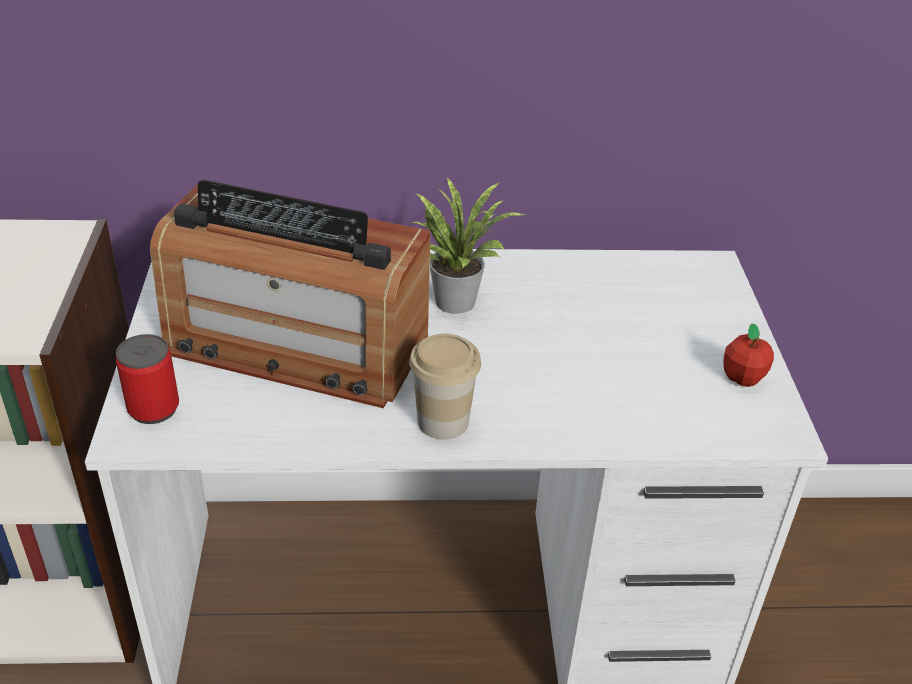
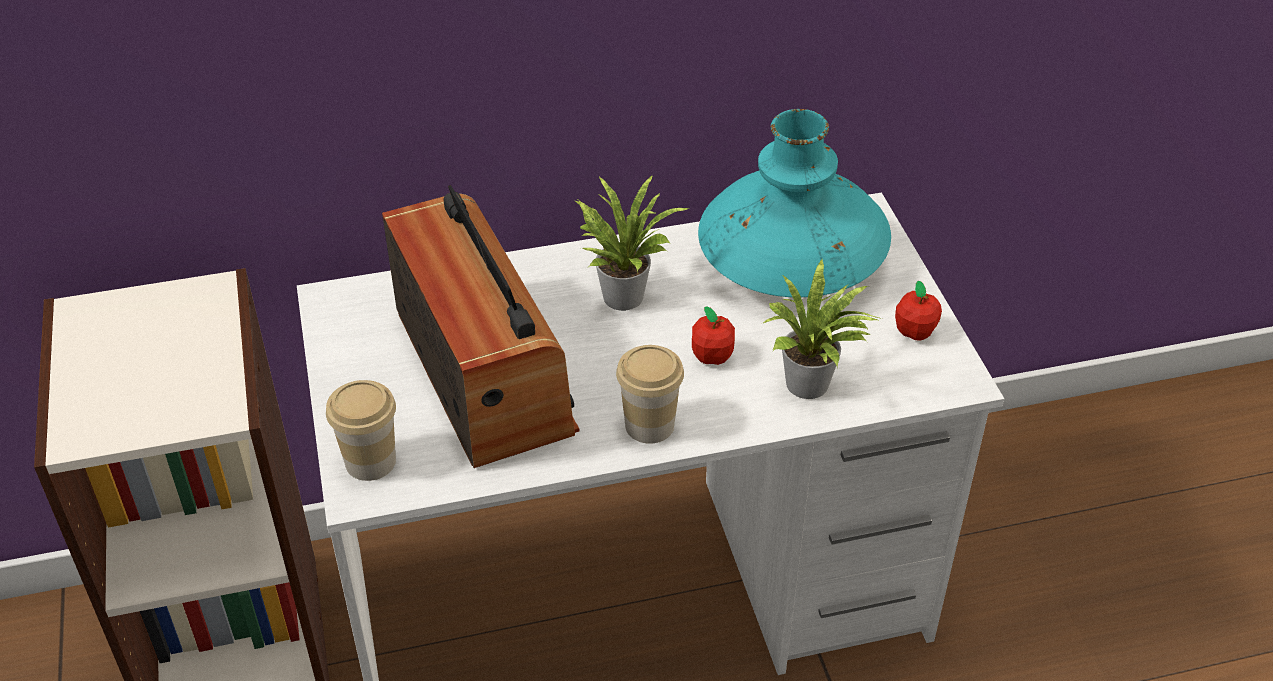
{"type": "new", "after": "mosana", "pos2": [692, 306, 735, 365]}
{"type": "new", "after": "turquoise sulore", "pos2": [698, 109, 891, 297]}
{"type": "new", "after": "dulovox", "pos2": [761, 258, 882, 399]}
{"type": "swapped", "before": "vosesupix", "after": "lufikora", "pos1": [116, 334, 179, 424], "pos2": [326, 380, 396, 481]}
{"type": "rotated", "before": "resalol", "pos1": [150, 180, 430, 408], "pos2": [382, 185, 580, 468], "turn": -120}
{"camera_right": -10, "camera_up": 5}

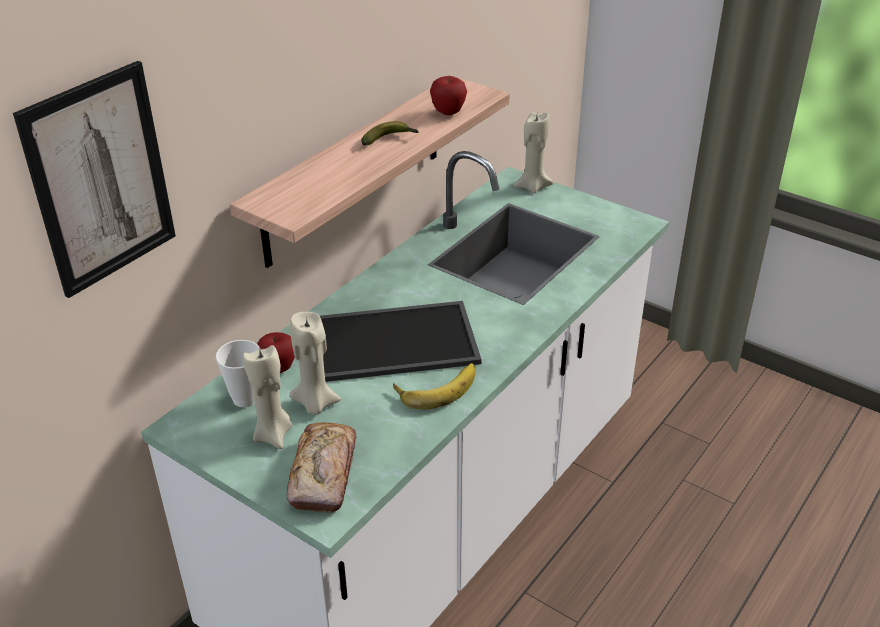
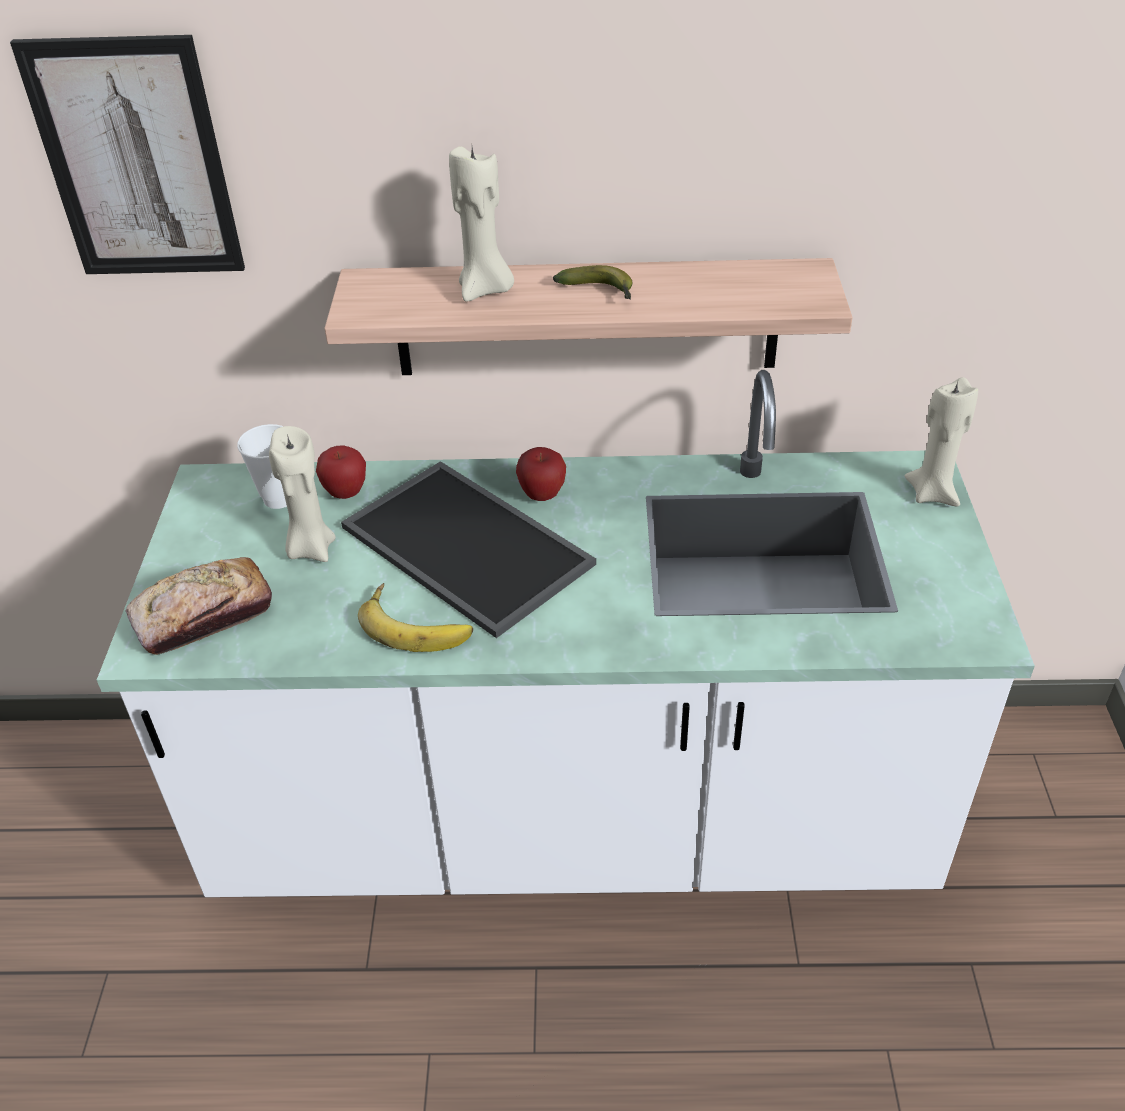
{"type": "shifted", "before": "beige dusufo", "pos1": [243, 345, 292, 449], "pos2": [449, 146, 514, 302]}
{"type": "shifted", "before": "mosana", "pos1": [430, 76, 467, 115], "pos2": [516, 447, 566, 501]}
{"camera_right": 55, "camera_up": 5}

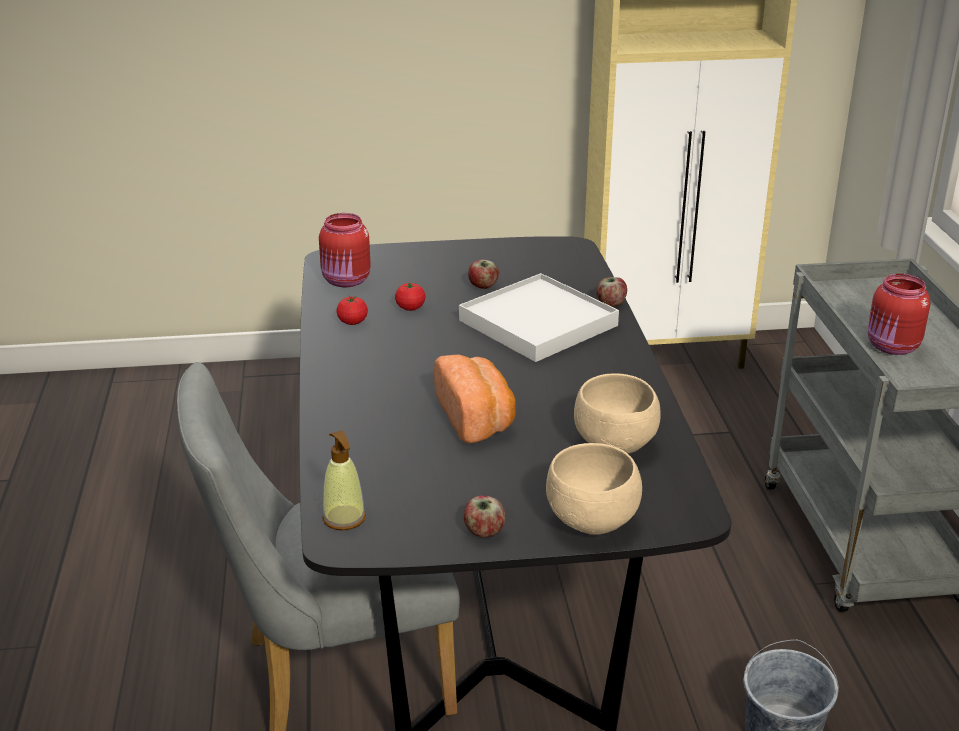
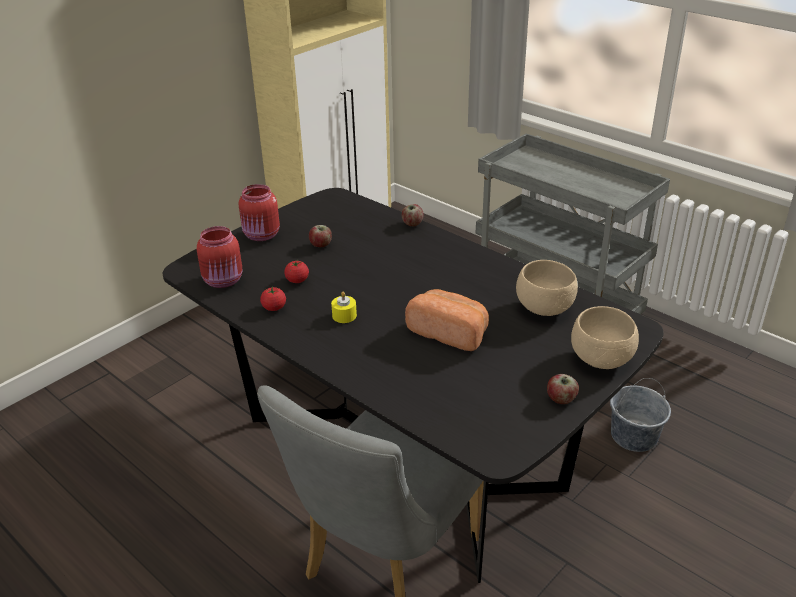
{"type": "gone", "before": "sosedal", "pos1": [323, 431, 366, 530]}
{"type": "gone", "before": "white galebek", "pos1": [459, 273, 619, 362]}
{"type": "new", "after": "yellow dusufo", "pos2": [331, 292, 357, 323]}
{"type": "shifted", "before": "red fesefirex", "pos1": [867, 274, 930, 355], "pos2": [238, 184, 280, 241]}
{"camera_right": -40, "camera_up": 5}

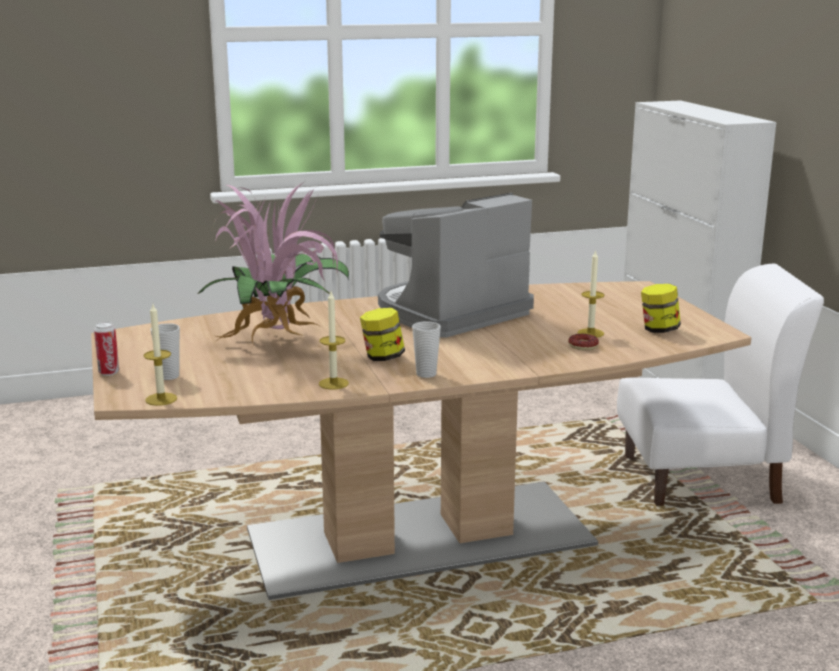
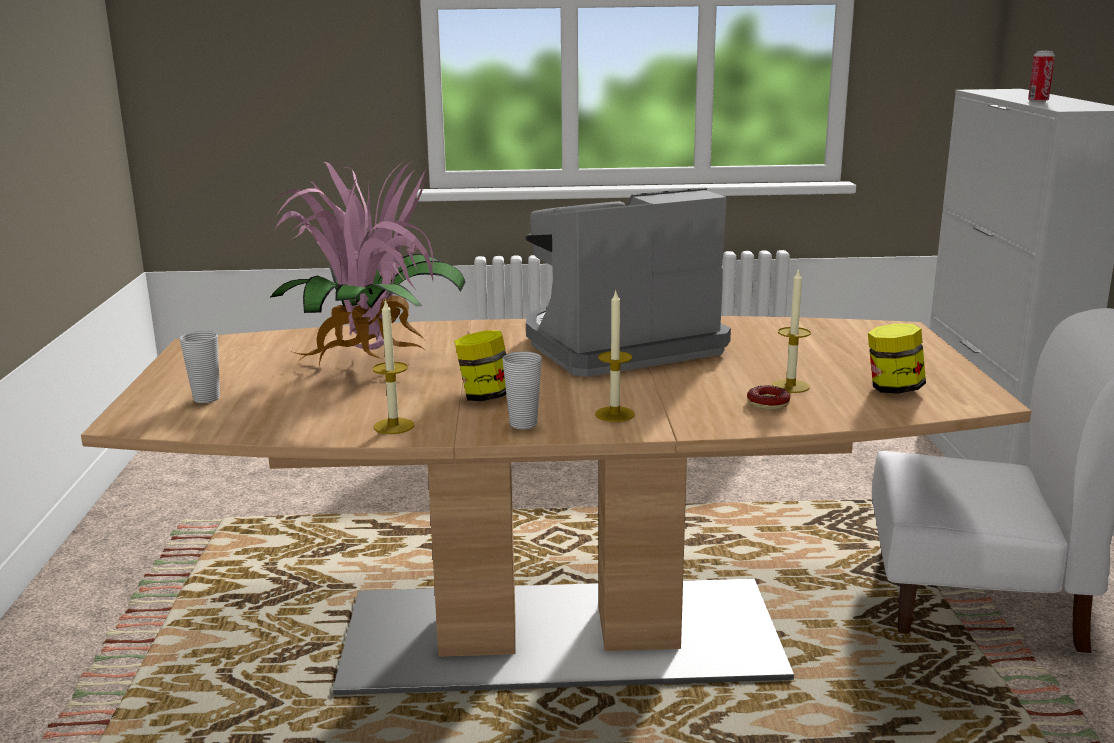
{"type": "shifted", "before": "vosesupix", "pos1": [94, 322, 119, 376], "pos2": [1028, 51, 1055, 102]}
{"type": "shifted", "before": "dusufo", "pos1": [144, 304, 177, 406], "pos2": [595, 289, 635, 422]}
{"camera_right": 15, "camera_up": 0}

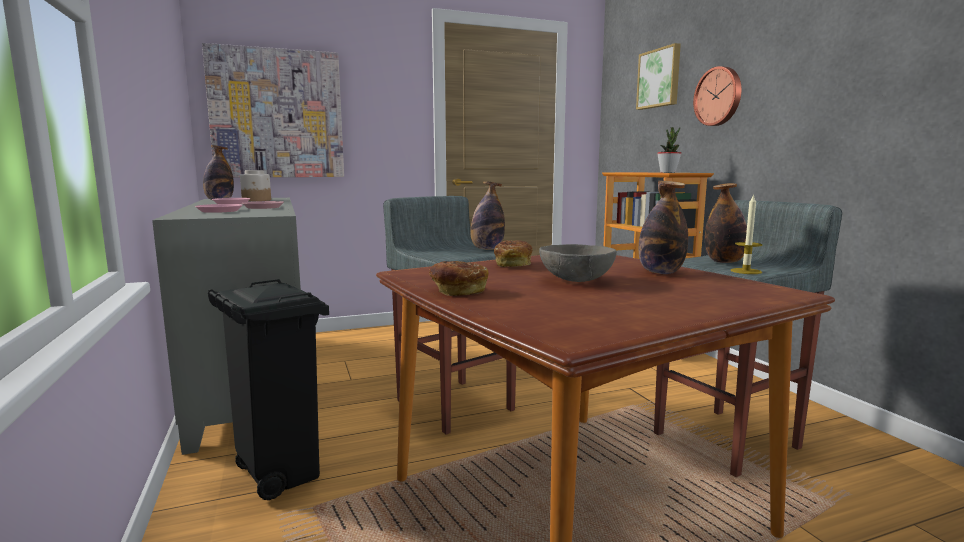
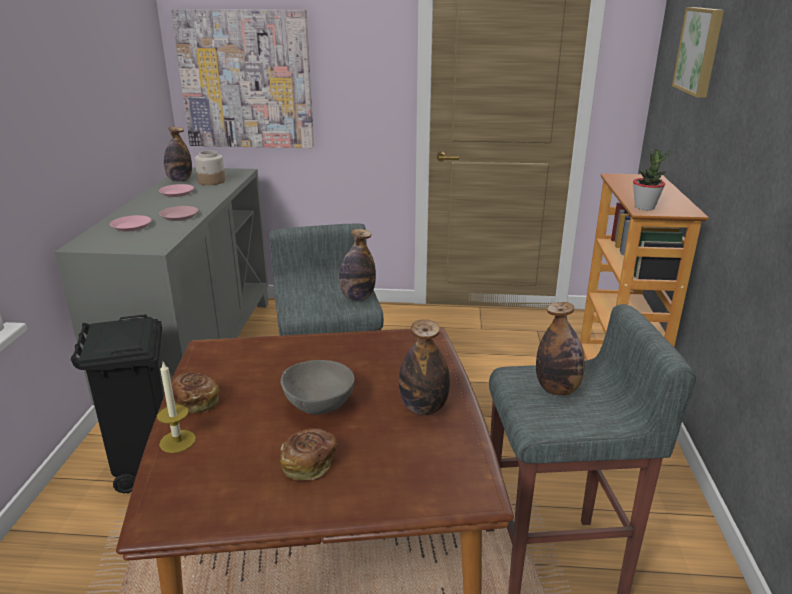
{"type": "gone", "before": "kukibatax", "pos1": [693, 66, 741, 126]}
{"type": "shifted", "before": "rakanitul", "pos1": [494, 240, 532, 267], "pos2": [280, 428, 337, 480]}
{"type": "shifted", "before": "dusufo", "pos1": [731, 194, 763, 274], "pos2": [157, 362, 196, 453]}
{"camera_right": 25, "camera_up": 15}

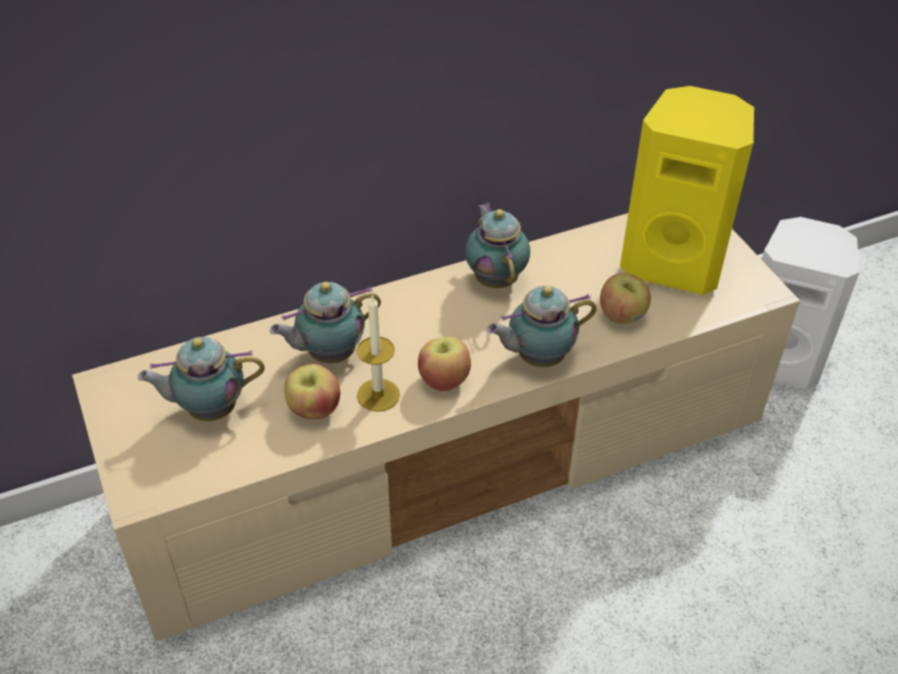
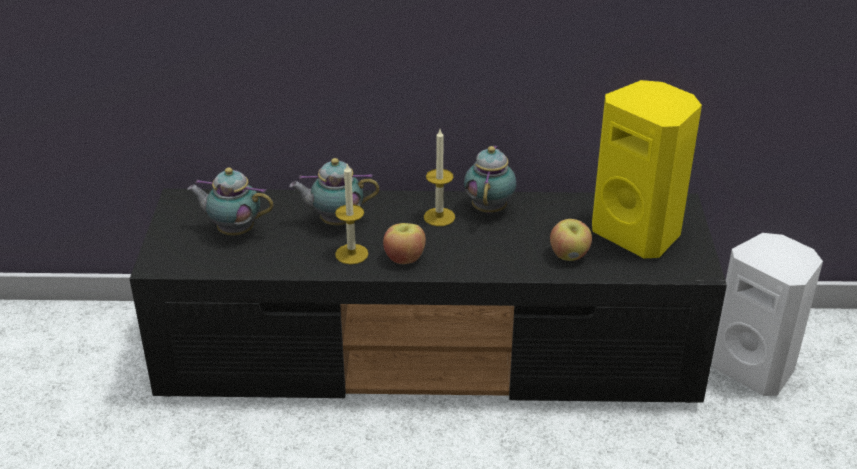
{"type": "gone", "before": "mosana", "pos1": [284, 364, 340, 419]}
{"type": "gone", "before": "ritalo", "pos1": [487, 286, 597, 367]}
{"type": "new", "after": "dusufo", "pos2": [424, 129, 455, 226]}
{"type": "repainted", "before": "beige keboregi", "after": "black keboregi", "pos1": [72, 213, 800, 641], "pos2": [130, 189, 727, 403]}
{"camera_right": 25, "camera_up": -10}

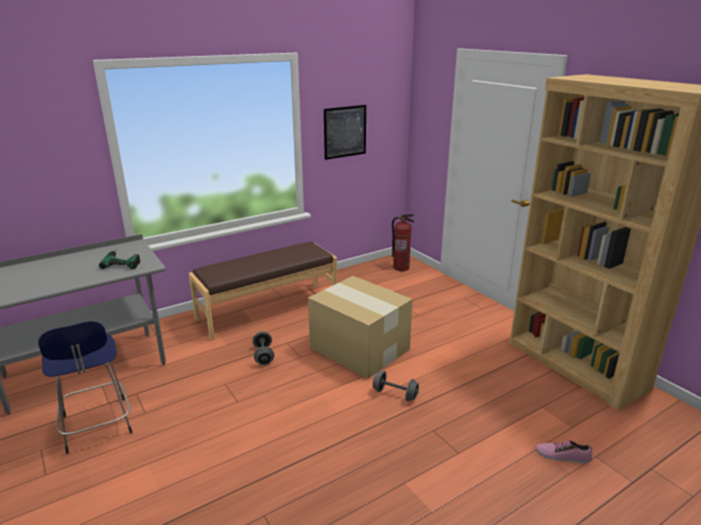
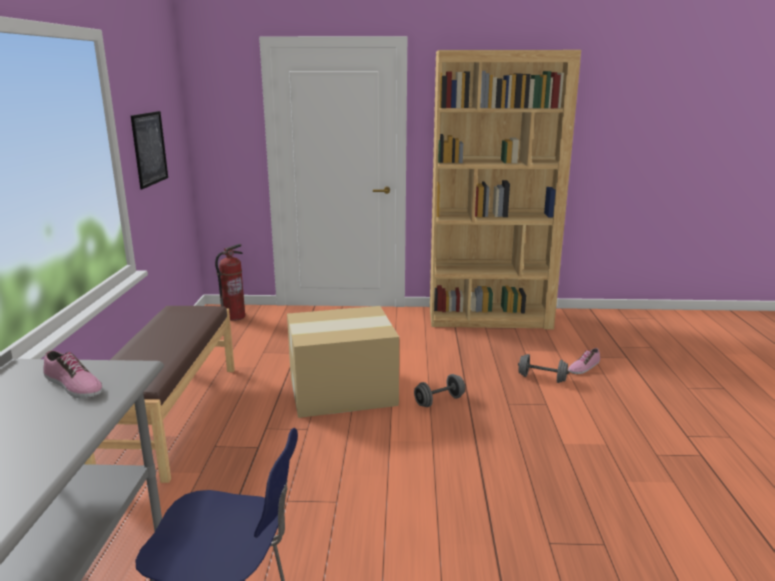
{"type": "shifted", "before": "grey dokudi", "pos1": [253, 331, 274, 365], "pos2": [518, 354, 569, 383]}
{"type": "swapped", "before": "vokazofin", "after": "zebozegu", "pos1": [99, 251, 140, 269], "pos2": [43, 350, 103, 399]}
{"camera_right": -55, "camera_up": -5}

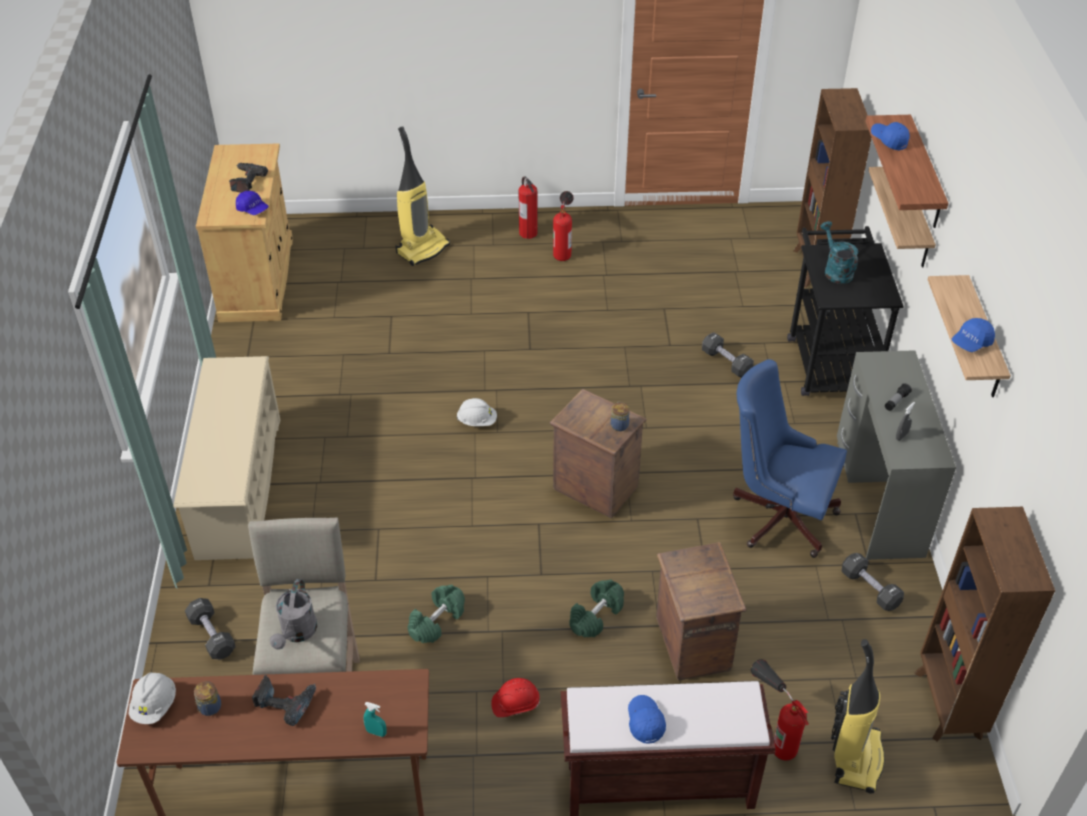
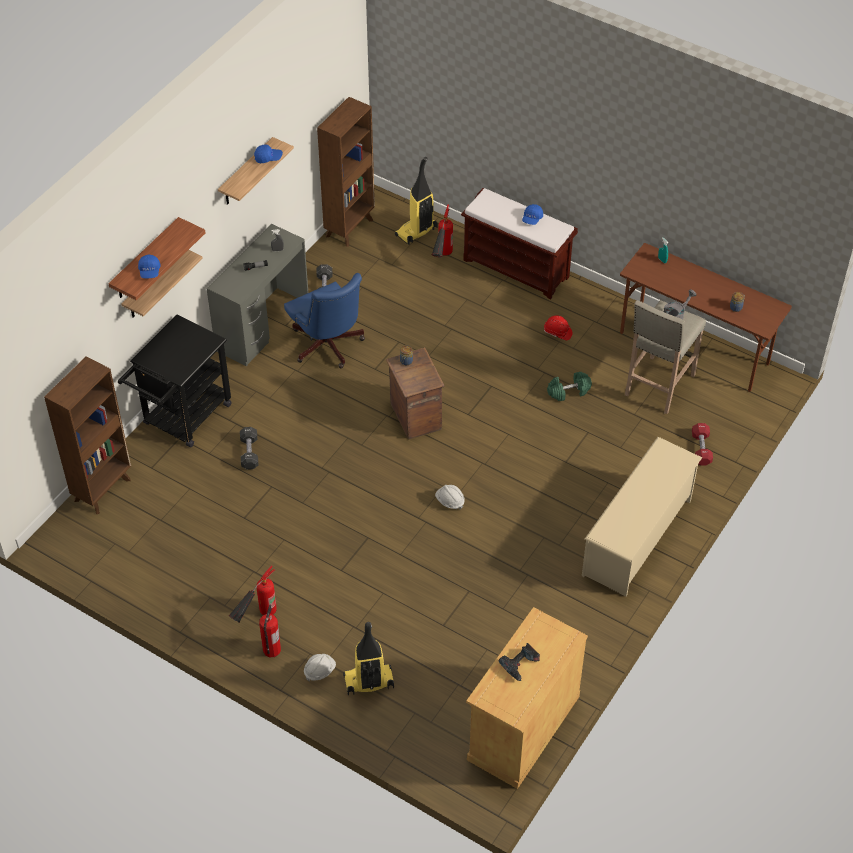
{"type": "gone", "before": "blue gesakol", "pos1": [236, 191, 268, 215]}
{"type": "gone", "before": "vokazofin", "pos1": [252, 675, 316, 726]}
{"type": "gone", "before": "green dokudi", "pos1": [569, 579, 624, 637]}
{"type": "gone", "before": "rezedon", "pos1": [656, 542, 746, 680]}
{"type": "gone", "before": "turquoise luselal", "pos1": [820, 221, 858, 284]}
{"type": "shifted", "before": "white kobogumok", "pos1": [129, 672, 176, 724], "pos2": [304, 654, 336, 682]}
{"type": "repainted", "before": "black dokudi", "after": "red dokudi", "pos1": [185, 598, 236, 659], "pos2": [692, 423, 713, 466]}
{"camera_right": -145, "camera_up": 5}

